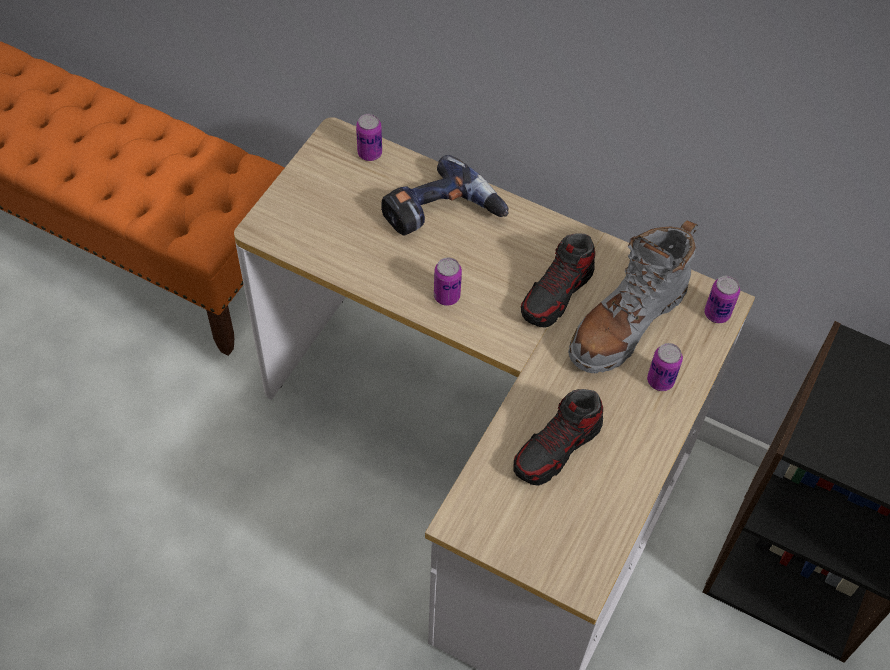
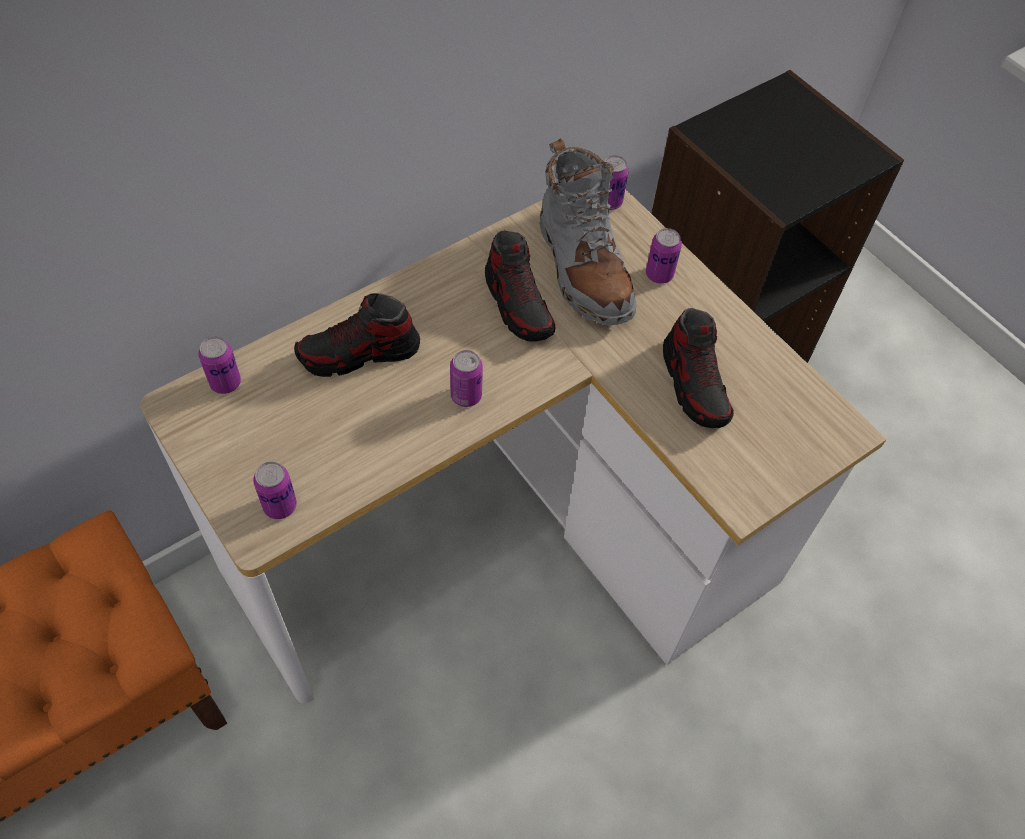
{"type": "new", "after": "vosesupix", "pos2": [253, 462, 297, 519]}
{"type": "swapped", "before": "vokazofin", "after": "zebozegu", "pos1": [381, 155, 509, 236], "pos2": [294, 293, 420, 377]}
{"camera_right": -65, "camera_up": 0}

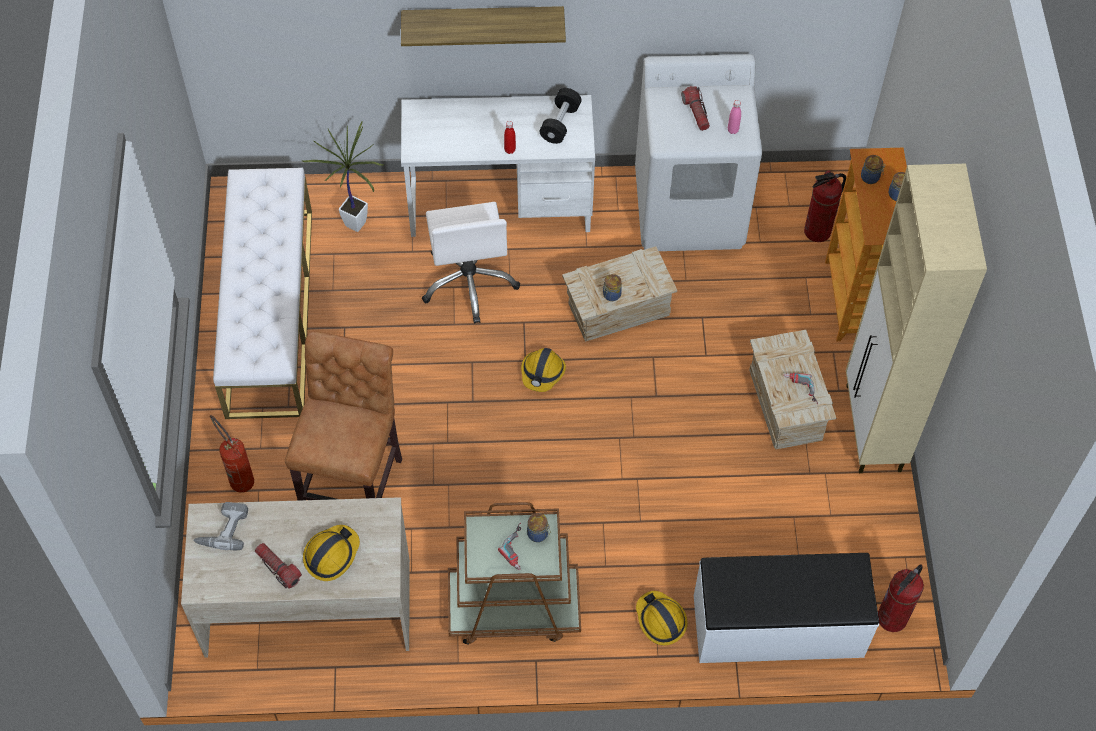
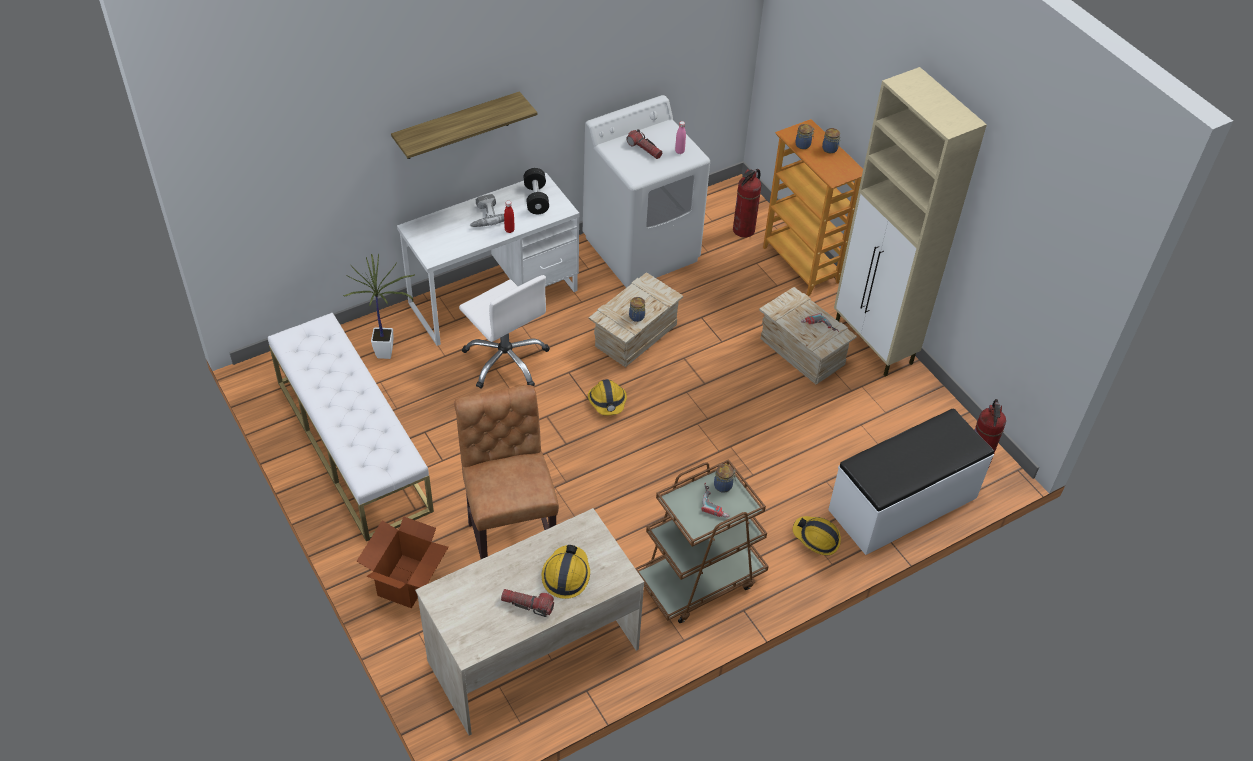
{"type": "shifted", "before": "vokazofin", "pos1": [194, 502, 248, 550], "pos2": [470, 194, 504, 227]}
{"type": "swapped", "before": "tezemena", "after": "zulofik", "pos1": [210, 415, 254, 493], "pos2": [357, 516, 448, 608]}
{"camera_right": -30, "camera_up": -10}

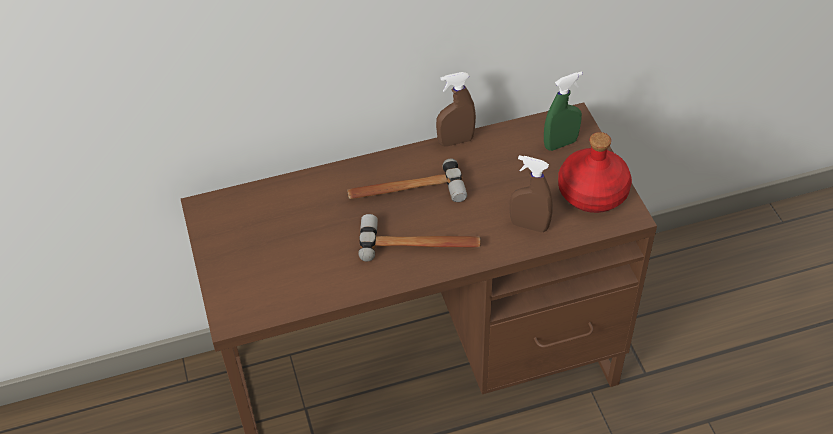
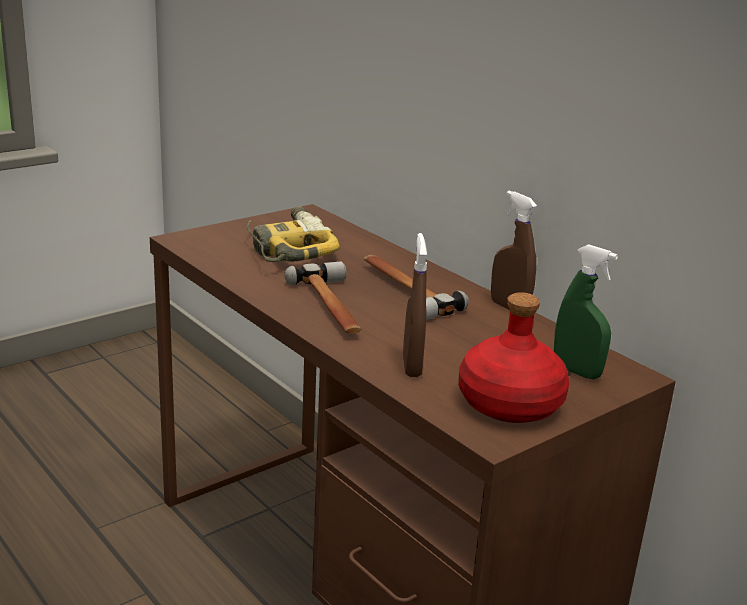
{"type": "new", "after": "vokazofin", "pos2": [247, 206, 340, 262]}
{"camera_right": 65, "camera_up": -25}

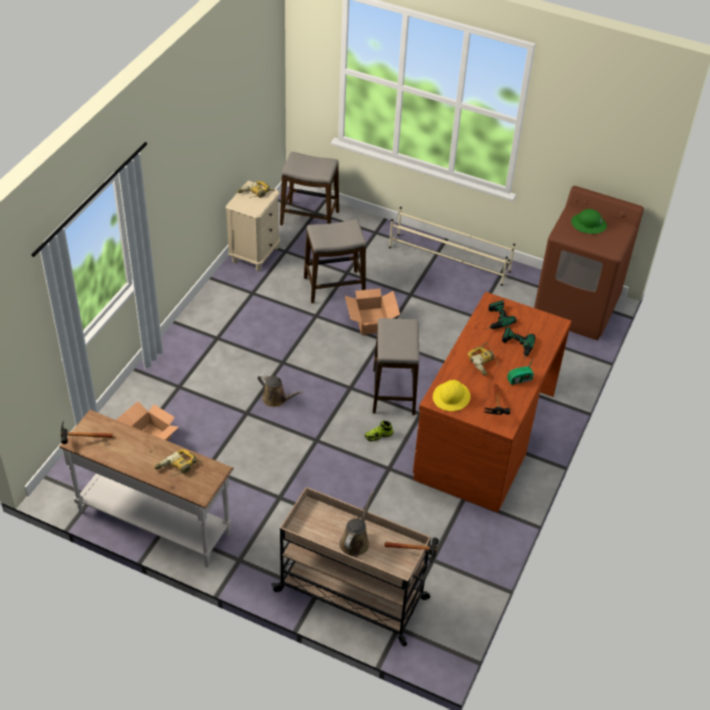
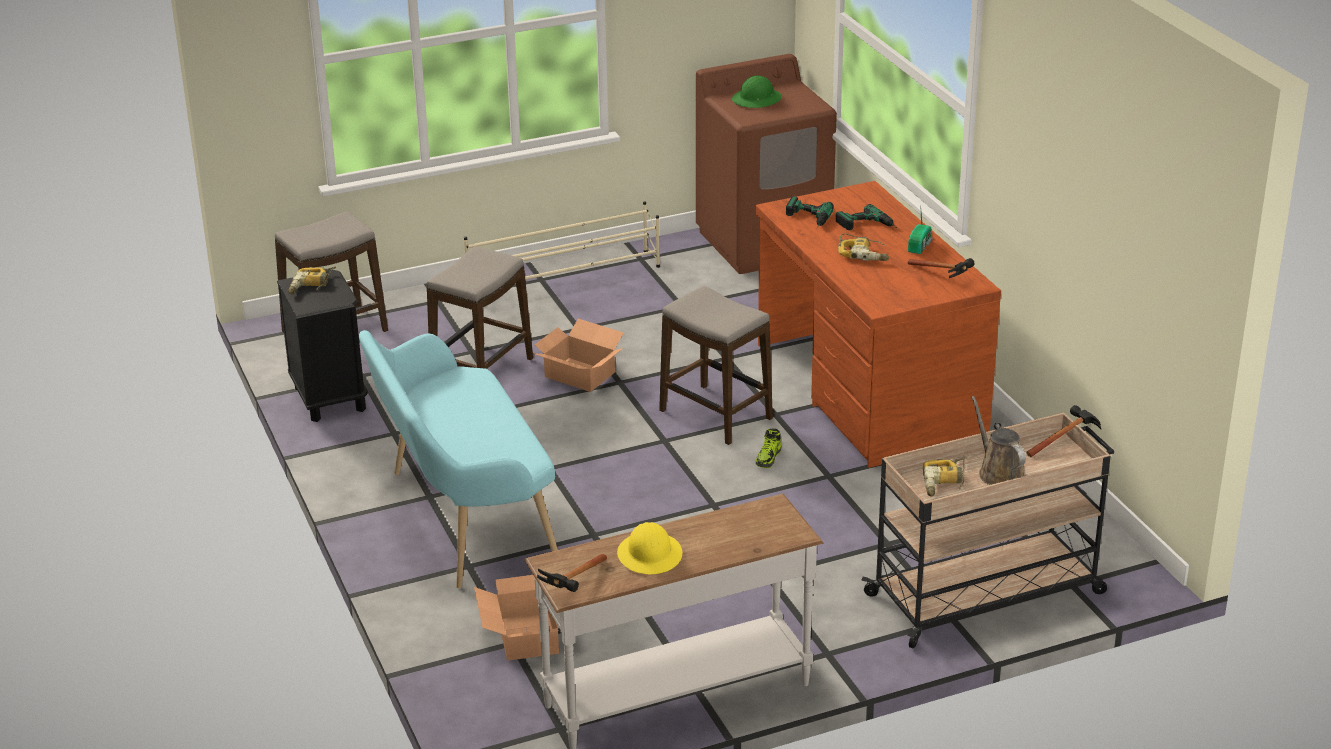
{"type": "gone", "before": "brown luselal", "pos1": [258, 374, 303, 407]}
{"type": "new", "after": "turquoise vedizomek", "pos2": [359, 330, 558, 588]}
{"type": "shifted", "before": "vokazofin", "pos1": [154, 449, 203, 477], "pos2": [923, 458, 965, 496]}
{"type": "shifted", "before": "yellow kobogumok", "pos1": [433, 380, 471, 411], "pos2": [617, 522, 682, 574]}
{"type": "repainted", "before": "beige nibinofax", "after": "black nibinofax", "pos1": [226, 181, 281, 272], "pos2": [277, 270, 368, 422]}
{"camera_right": -45, "camera_up": -15}

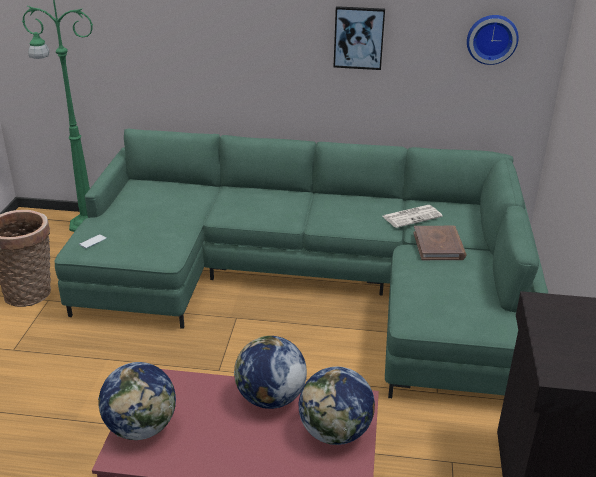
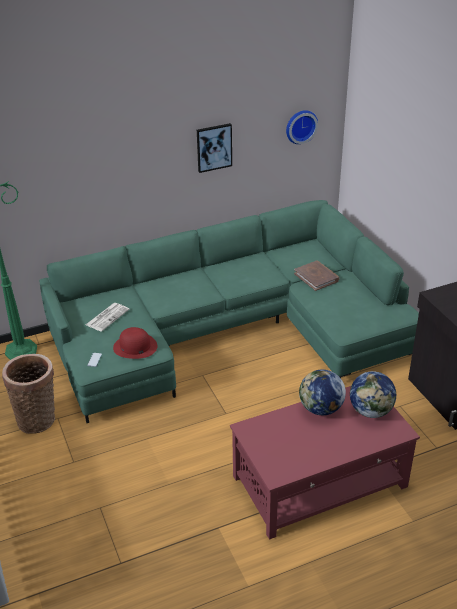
{"type": "gone", "before": "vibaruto", "pos1": [98, 362, 176, 440]}
{"type": "new", "after": "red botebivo", "pos2": [113, 327, 157, 359]}
{"type": "shifted", "before": "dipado", "pos1": [383, 205, 443, 228], "pos2": [86, 303, 129, 332]}
{"camera_right": -30, "camera_up": 5}

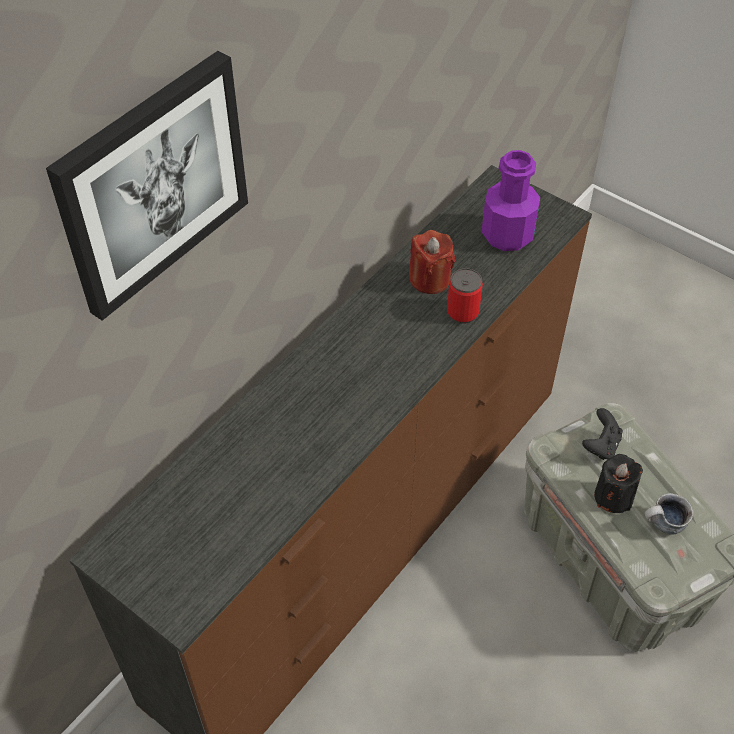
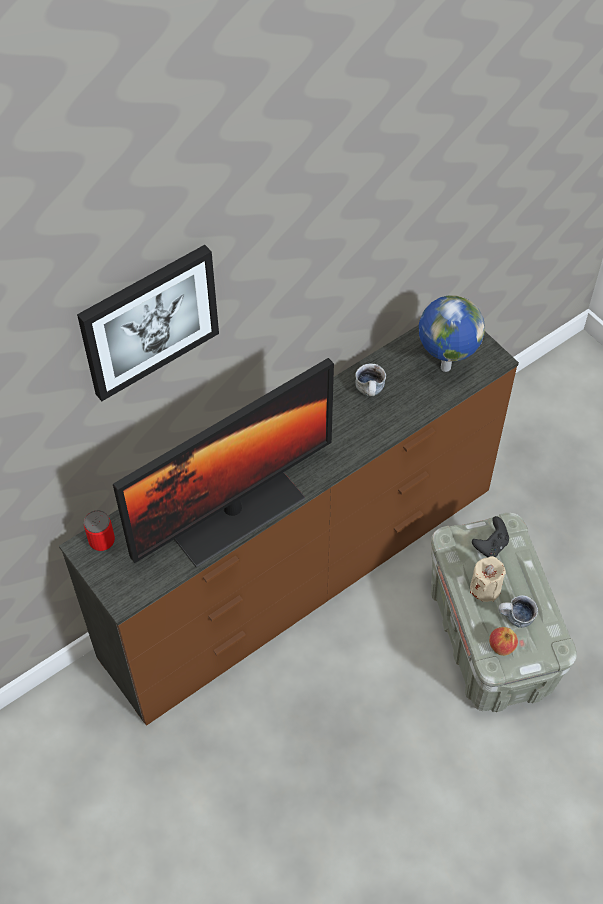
{"type": "new", "after": "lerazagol", "pos2": [113, 358, 334, 567]}
{"type": "new", "after": "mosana", "pos2": [489, 627, 518, 656]}
{"type": "shifted", "before": "vosesupix", "pos1": [447, 268, 483, 324], "pos2": [84, 510, 115, 551]}
{"type": "swapped", "before": "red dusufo", "after": "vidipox", "pos1": [409, 230, 455, 294], "pos2": [355, 363, 386, 396]}
{"type": "swapped", "before": "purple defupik", "after": "vibaruto", "pos1": [482, 150, 540, 251], "pos2": [419, 295, 485, 372]}
{"type": "repainted", "before": "black dusufo", "after": "beige dusufo", "pos1": [594, 454, 643, 513], "pos2": [470, 556, 506, 602]}
{"camera_right": 15, "camera_up": 5}

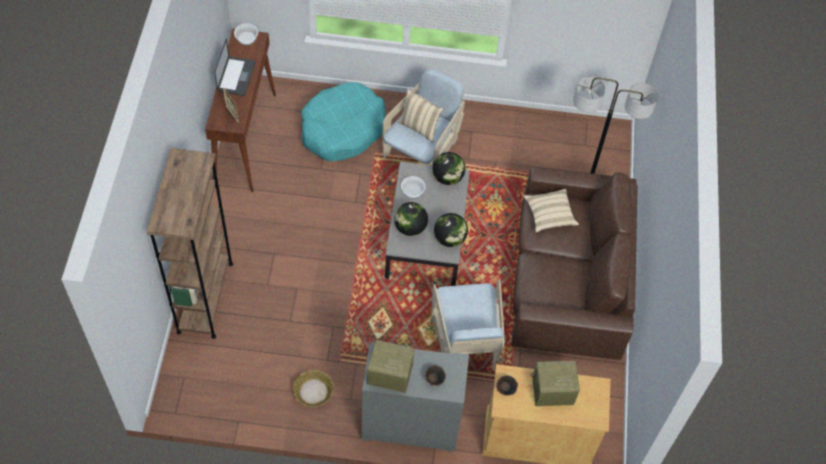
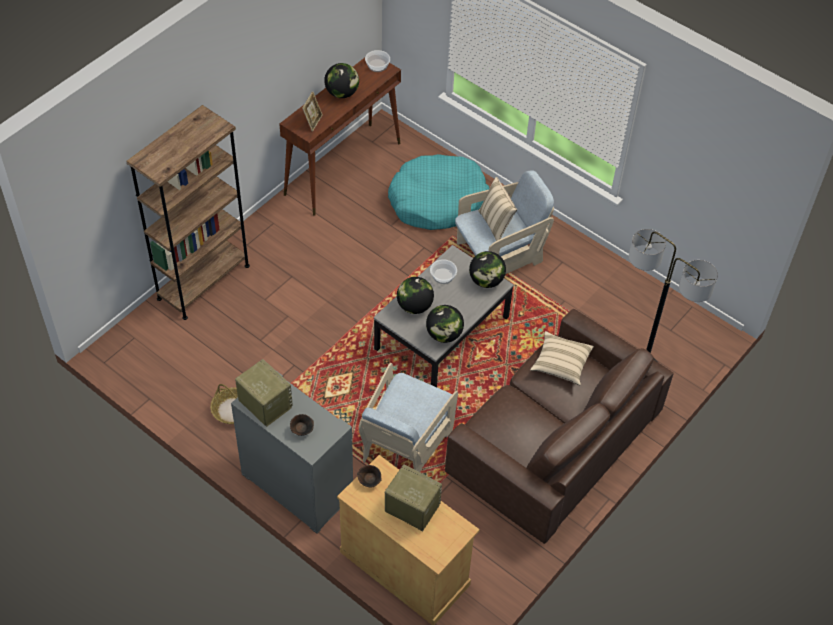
{"type": "swapped", "before": "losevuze", "after": "vibaruto", "pos1": [214, 38, 255, 96], "pos2": [324, 63, 359, 98]}
{"camera_right": 35, "camera_up": -5}

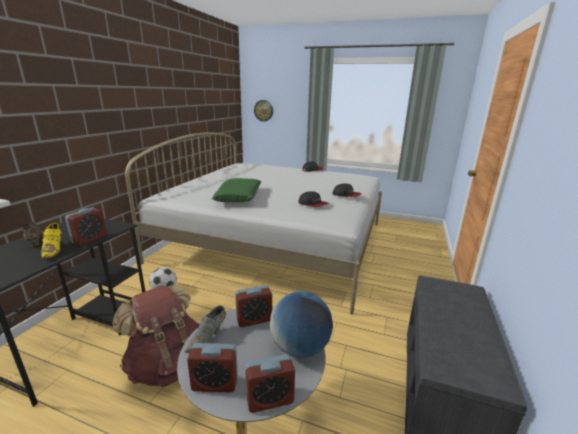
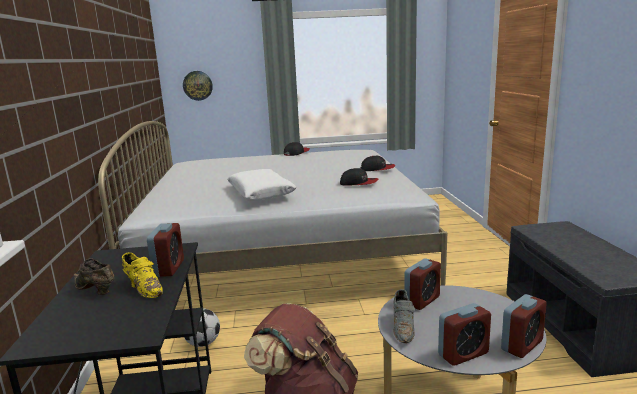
{"type": "gone", "before": "vibaruto", "pos1": [270, 291, 333, 358]}
{"type": "repainted", "before": "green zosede", "after": "white zosede", "pos1": [212, 178, 261, 202], "pos2": [227, 169, 297, 201]}
{"camera_right": -25, "camera_up": -5}

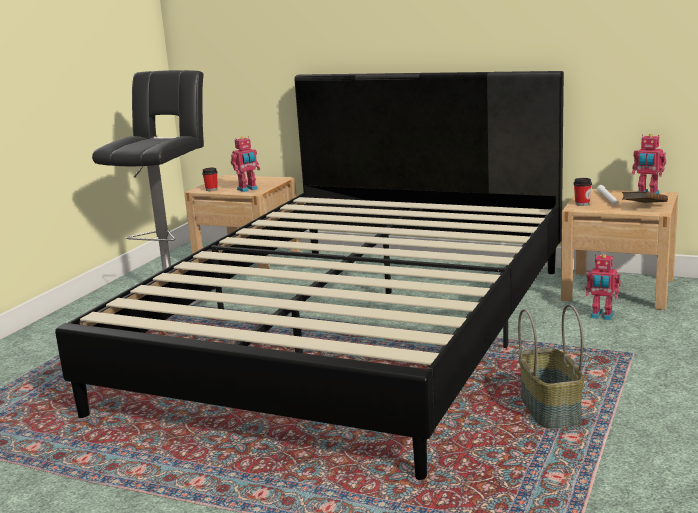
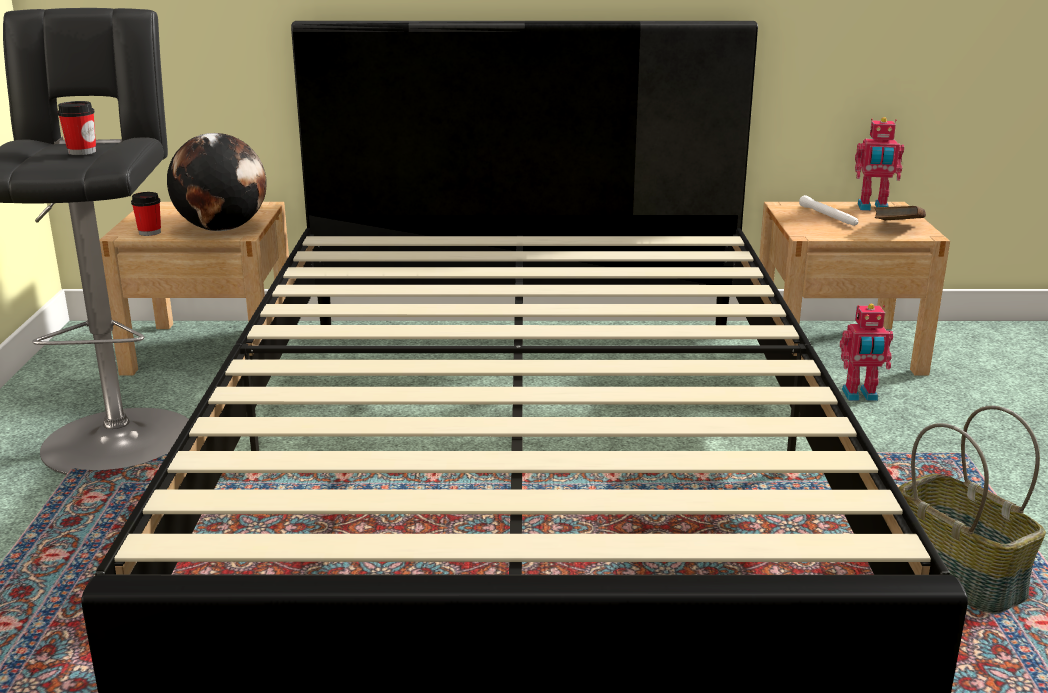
{"type": "shifted", "before": "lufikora", "pos1": [574, 178, 592, 206], "pos2": [57, 101, 96, 155]}
{"type": "swapped", "before": "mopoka", "after": "vibaruto", "pos1": [231, 136, 260, 192], "pos2": [167, 133, 266, 231]}
{"camera_right": -25, "camera_up": 5}

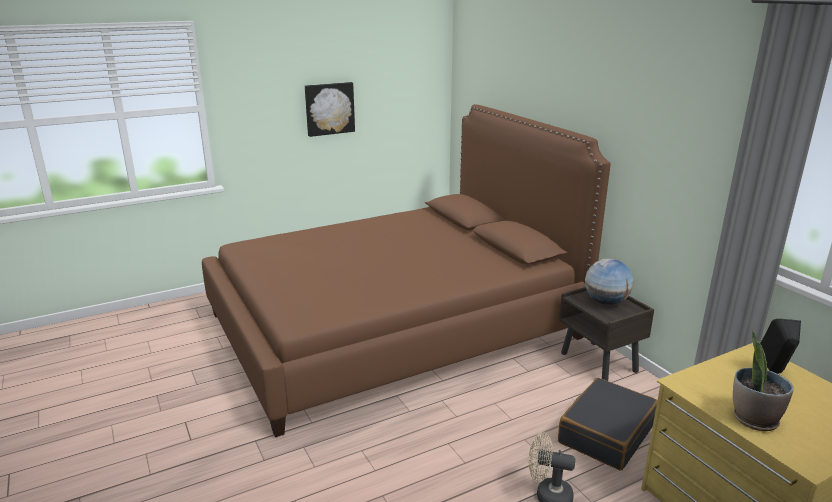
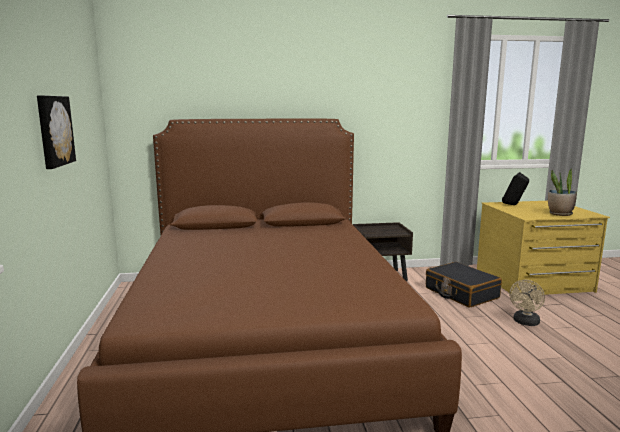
{"type": "gone", "before": "vibaruto", "pos1": [585, 259, 633, 305]}
{"camera_right": -70, "camera_up": -10}

